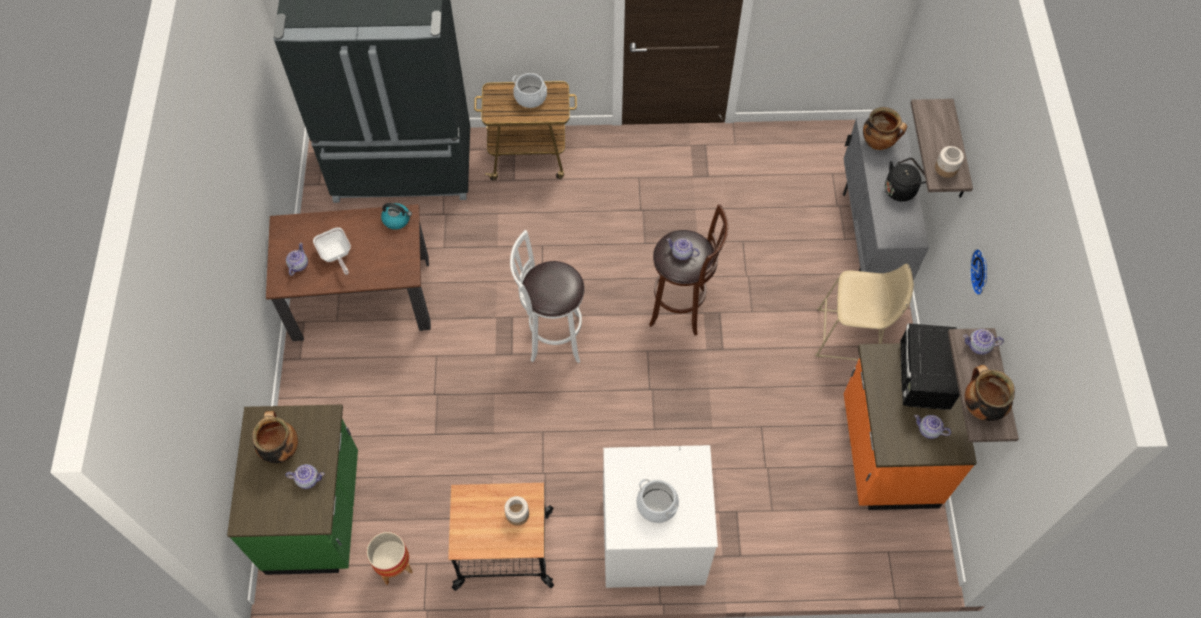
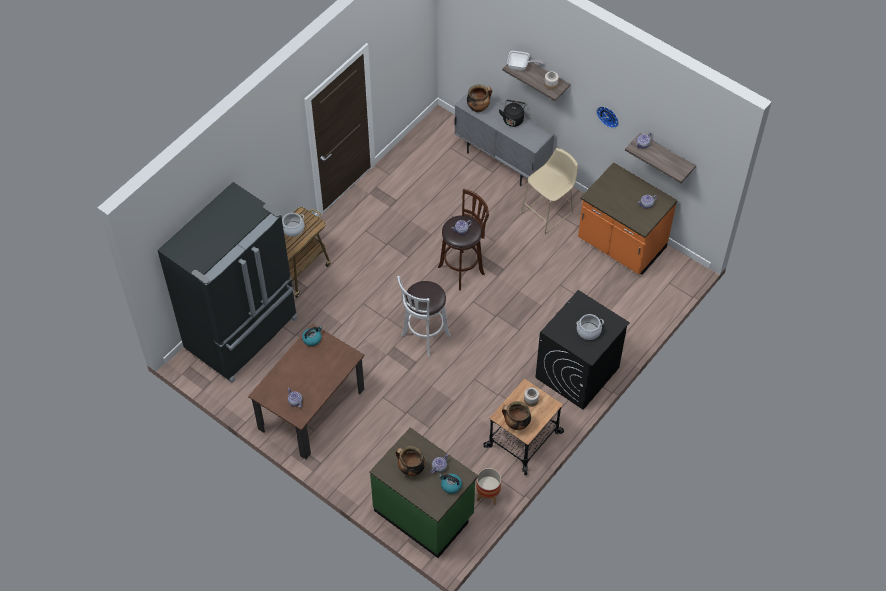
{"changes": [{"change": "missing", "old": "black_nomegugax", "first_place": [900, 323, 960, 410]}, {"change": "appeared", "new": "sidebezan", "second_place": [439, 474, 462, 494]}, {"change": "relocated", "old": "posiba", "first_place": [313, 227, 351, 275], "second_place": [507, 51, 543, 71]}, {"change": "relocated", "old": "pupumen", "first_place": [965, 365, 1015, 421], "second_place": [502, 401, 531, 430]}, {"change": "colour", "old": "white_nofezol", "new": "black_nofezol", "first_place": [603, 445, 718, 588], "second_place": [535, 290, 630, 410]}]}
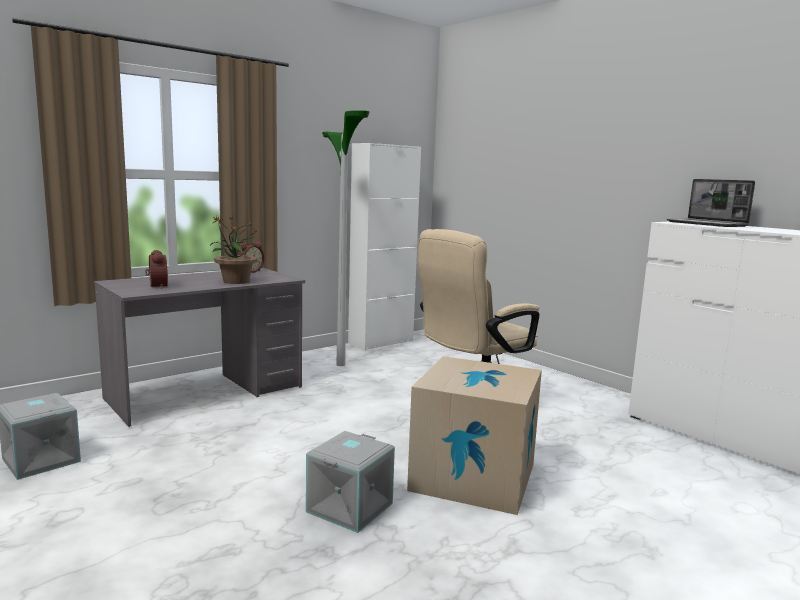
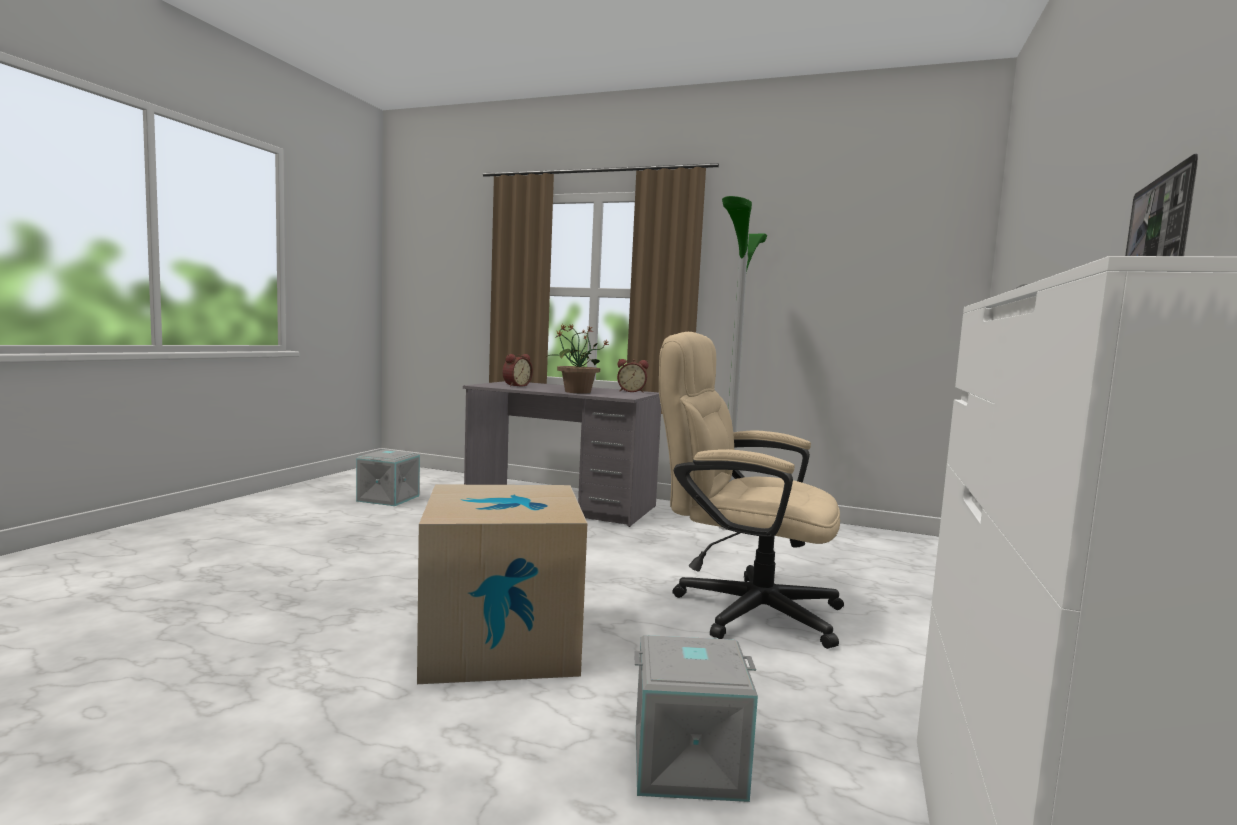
{"changes": [{"change": "missing", "old": "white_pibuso", "first_place": [348, 143, 421, 351]}, {"change": "relocated", "old": "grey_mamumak", "first_place": [306, 431, 395, 533], "second_place": [634, 635, 758, 802]}]}
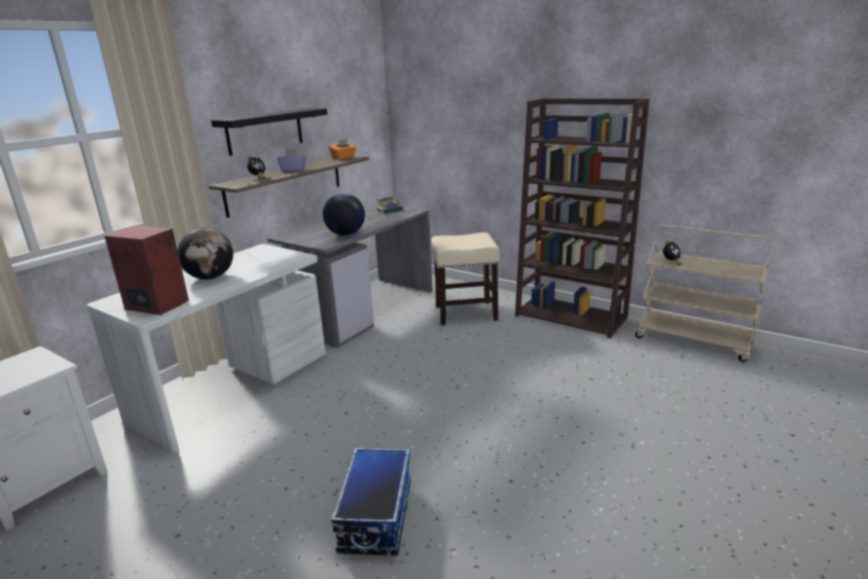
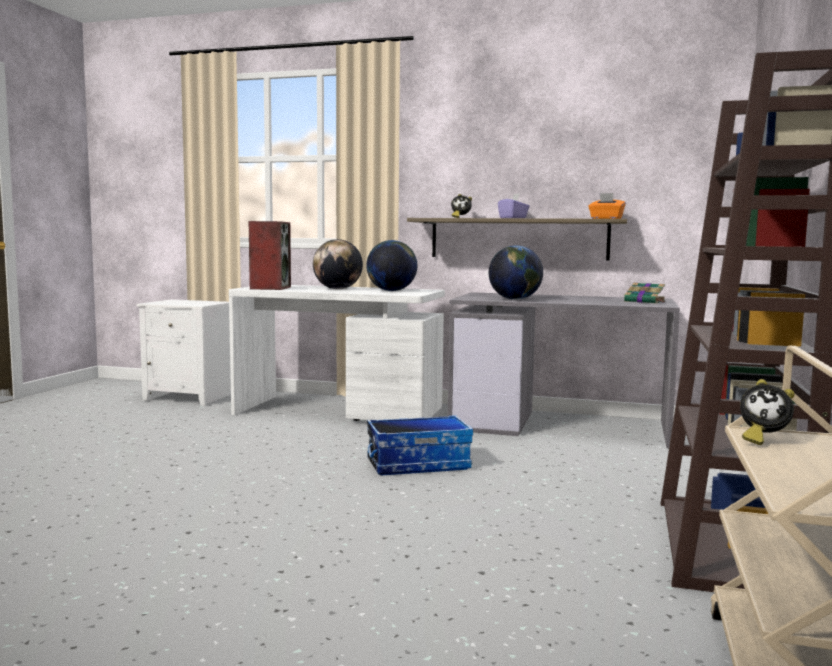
{"changes": [{"change": "missing", "old": "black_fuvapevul", "first_place": [211, 108, 327, 156]}, {"change": "missing", "old": "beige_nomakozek", "first_place": [431, 232, 500, 325]}, {"change": "appeared", "new": "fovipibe", "second_place": [366, 240, 417, 291]}, {"change": "relocated", "old": "mamumak", "first_place": [331, 448, 411, 556], "second_place": [367, 415, 473, 475]}]}
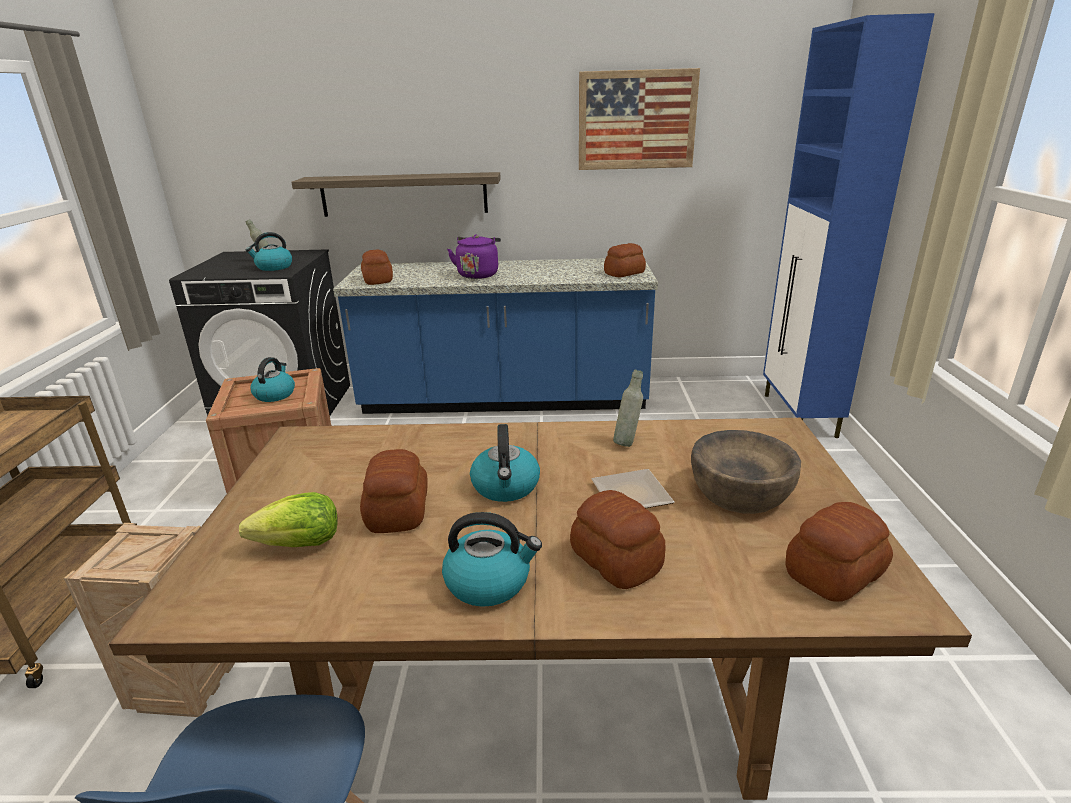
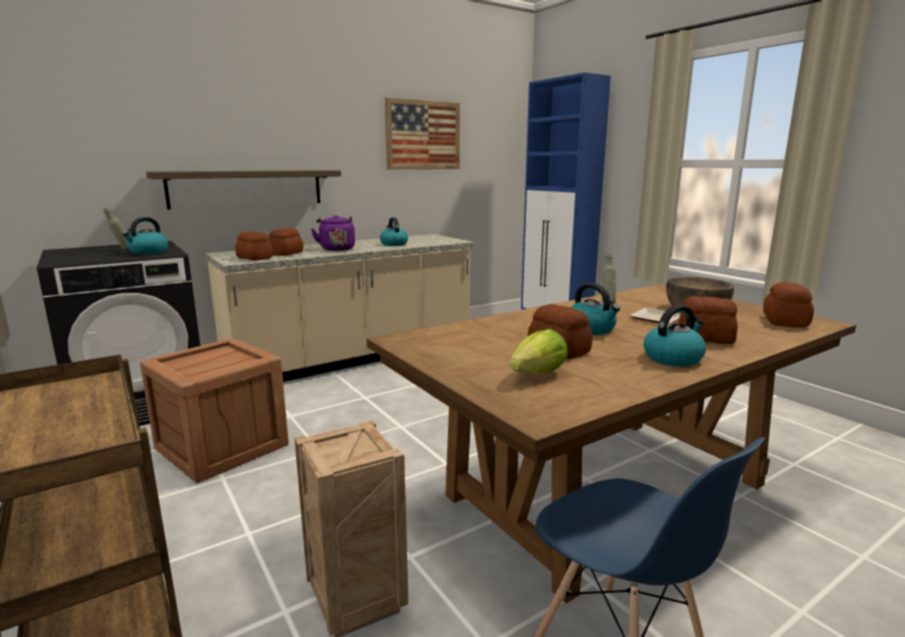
{"changes": [{"change": "relocated", "old": "sidebezan", "first_place": [250, 357, 295, 402], "second_place": [380, 217, 408, 246]}, {"change": "relocated", "old": "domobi", "first_place": [604, 243, 646, 278], "second_place": [269, 228, 304, 256]}, {"change": "colour", "old": "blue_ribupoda", "new": "beige_ribupoda", "first_place": [333, 258, 658, 414], "second_place": [205, 234, 474, 382]}]}
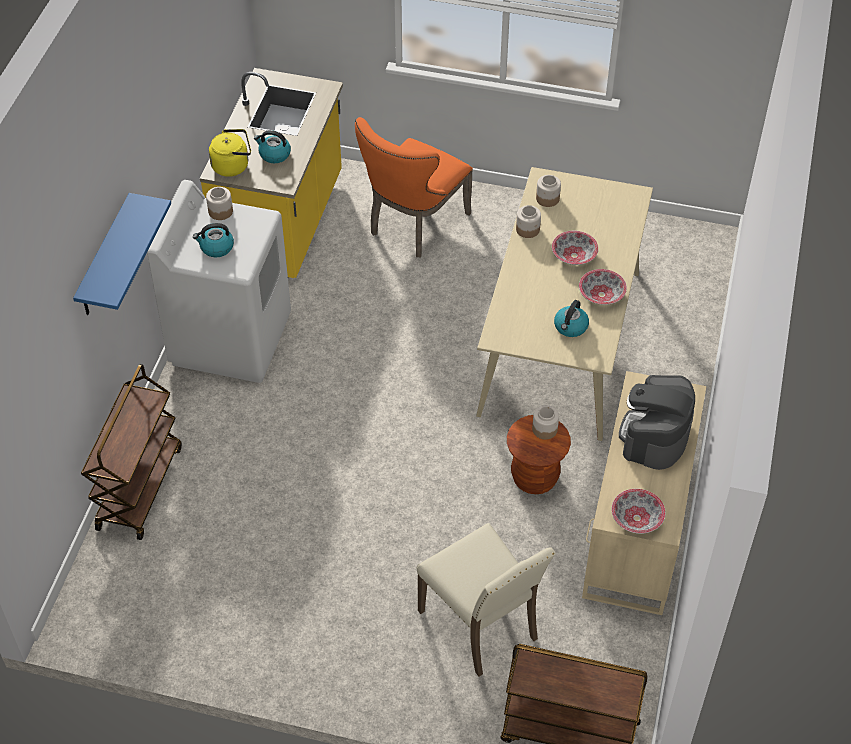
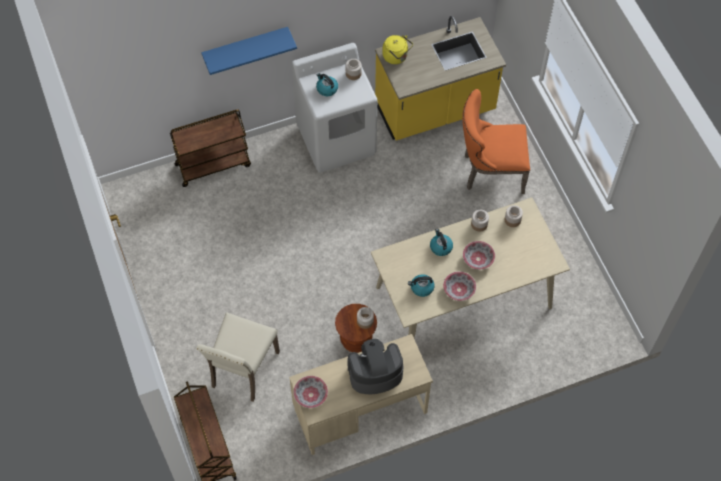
{"changes": [{"change": "relocated", "old": "sidebezan", "first_place": [254, 130, 291, 163], "second_place": [430, 229, 453, 256]}]}
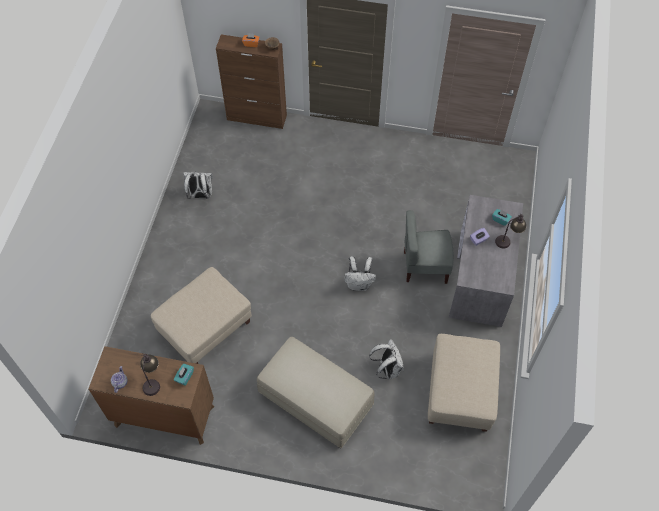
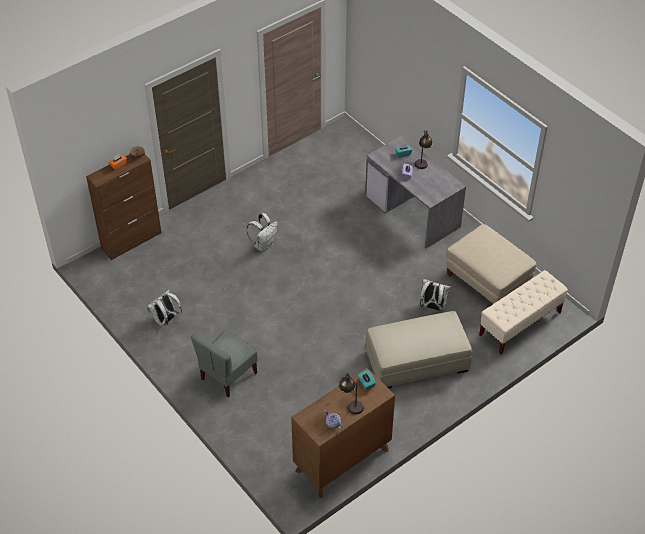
{"changes": [{"change": "missing", "old": "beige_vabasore", "first_place": [151, 267, 252, 364]}, {"change": "appeared", "new": "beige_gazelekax", "second_place": [479, 270, 568, 354]}, {"change": "relocated", "old": "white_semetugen", "first_place": [344, 256, 376, 291], "second_place": [246, 213, 278, 252]}, {"change": "relocated", "old": "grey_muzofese", "first_place": [404, 210, 454, 284], "second_place": [191, 331, 258, 398]}]}
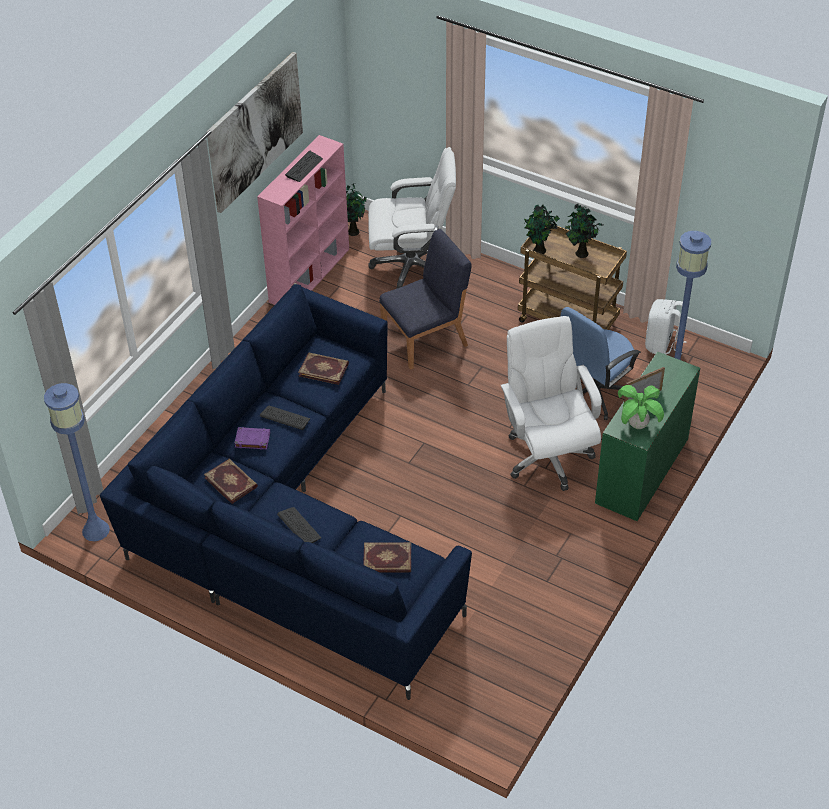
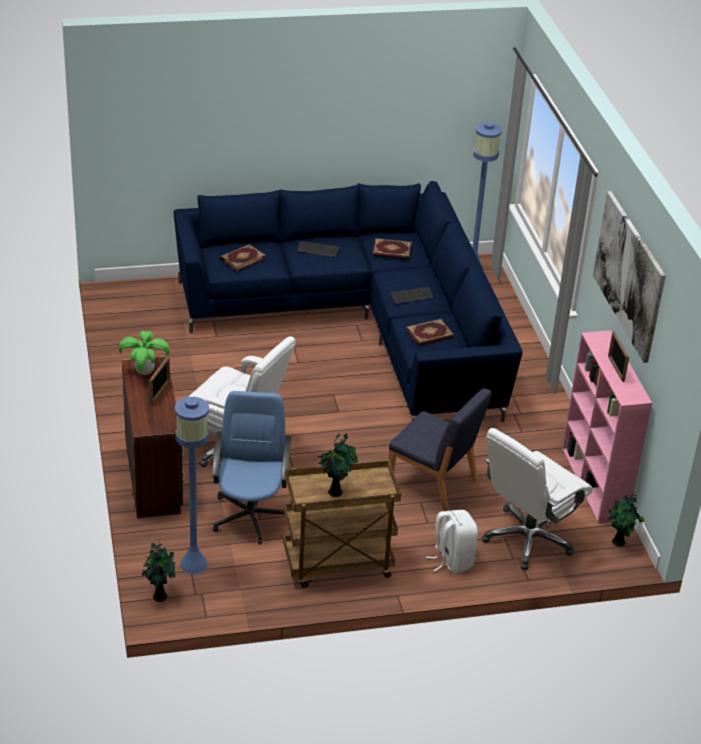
{"changes": [{"change": "missing", "old": "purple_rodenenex", "first_place": [234, 427, 270, 449]}, {"change": "relocated", "old": "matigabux", "first_place": [524, 205, 560, 254], "second_place": [141, 539, 175, 602]}, {"change": "relocated", "old": "white_semetugen", "first_place": [645, 299, 686, 355], "second_place": [426, 510, 478, 573]}, {"change": "exchanged", "old": "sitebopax", "new": "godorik", "first_place": [285, 151, 323, 182], "second_place": [608, 331, 629, 382]}, {"change": "colour", "old": "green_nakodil", "new": "brown_nakodil", "first_place": [595, 351, 700, 521], "second_place": [122, 356, 185, 518]}, {"change": "spun", "old": "blue_muzofese", "first_place": [379, 229, 472, 370], "second_place": [388, 388, 491, 511], "degrees": -75}]}
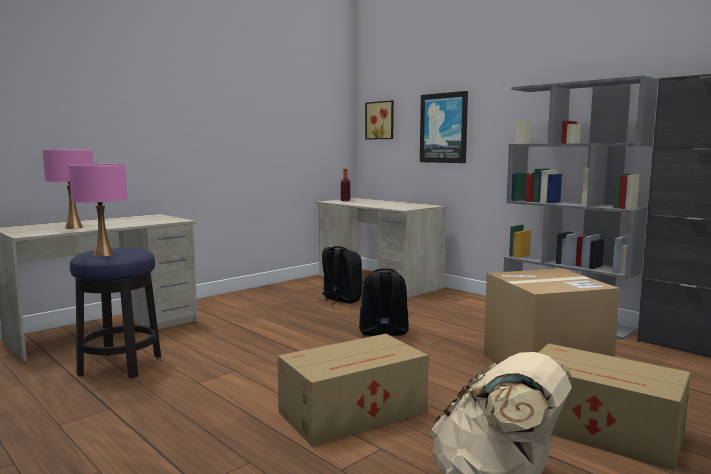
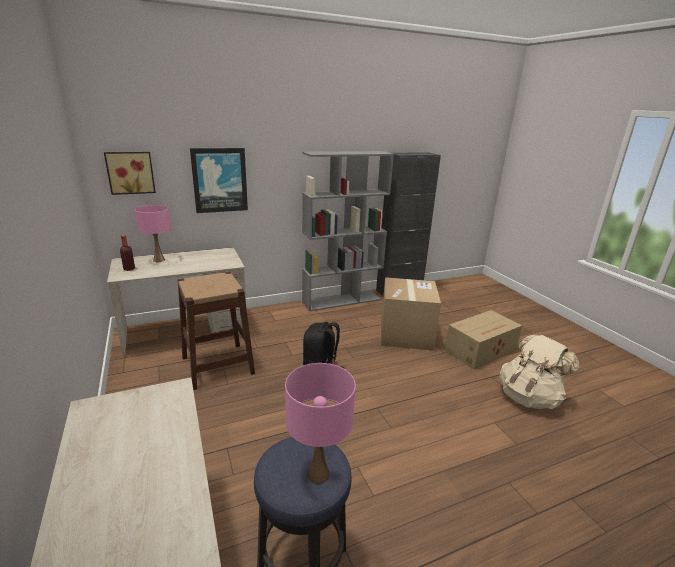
{"changes": [{"change": "missing", "old": "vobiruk", "first_place": [277, 334, 429, 447]}, {"change": "relocated", "old": "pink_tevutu", "first_place": [43, 150, 93, 229], "second_place": [134, 205, 171, 262]}, {"change": "exchanged", "old": "black_semetugen", "new": "brown_nomakozek", "first_place": [318, 246, 362, 305], "second_place": [177, 272, 255, 390]}]}
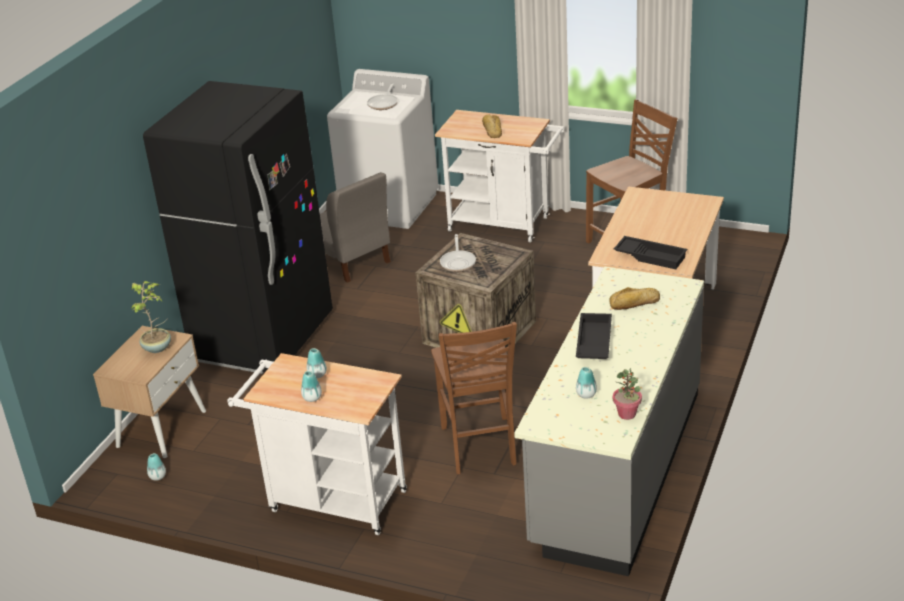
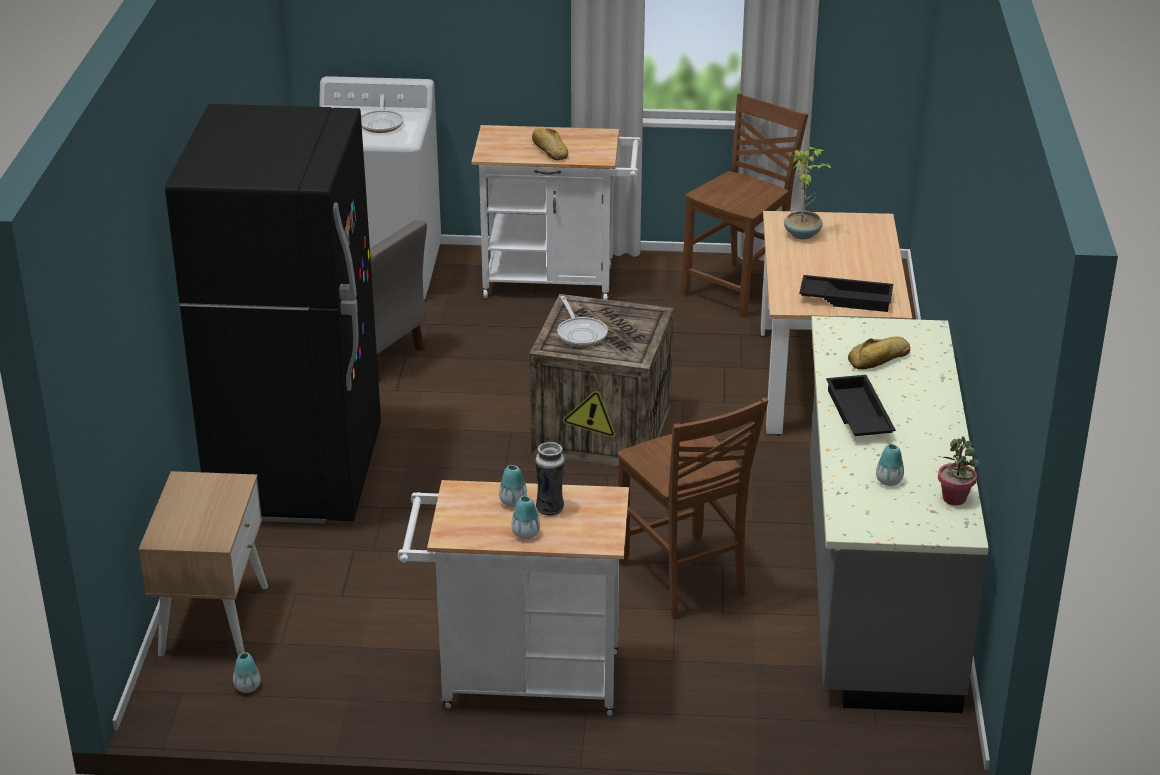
{"changes": [{"change": "appeared", "new": "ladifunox", "second_place": [535, 442, 565, 516]}, {"change": "relocated", "old": "matigabux", "first_place": [131, 281, 171, 353], "second_place": [784, 147, 834, 239]}]}
